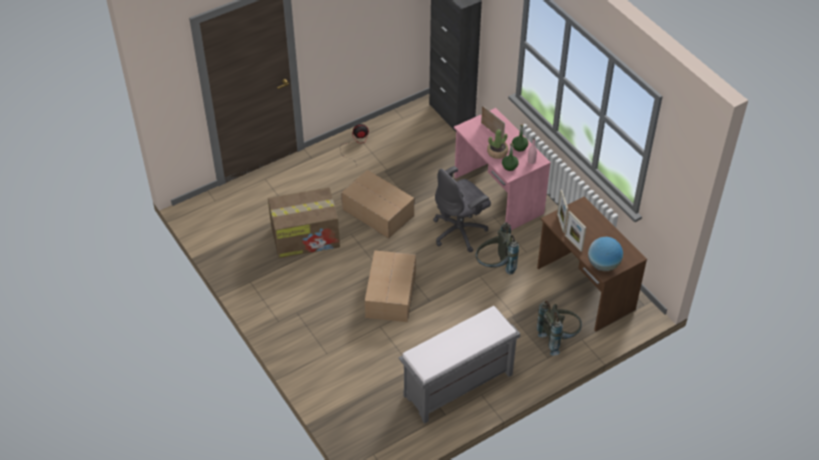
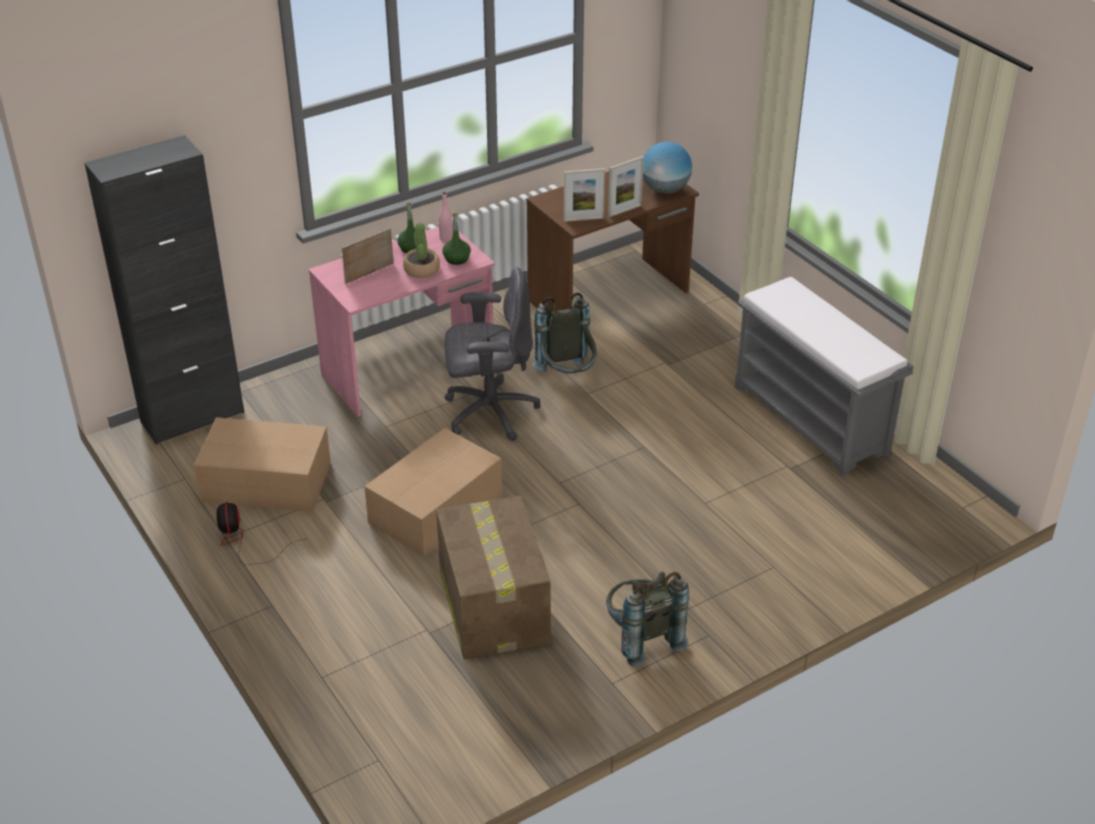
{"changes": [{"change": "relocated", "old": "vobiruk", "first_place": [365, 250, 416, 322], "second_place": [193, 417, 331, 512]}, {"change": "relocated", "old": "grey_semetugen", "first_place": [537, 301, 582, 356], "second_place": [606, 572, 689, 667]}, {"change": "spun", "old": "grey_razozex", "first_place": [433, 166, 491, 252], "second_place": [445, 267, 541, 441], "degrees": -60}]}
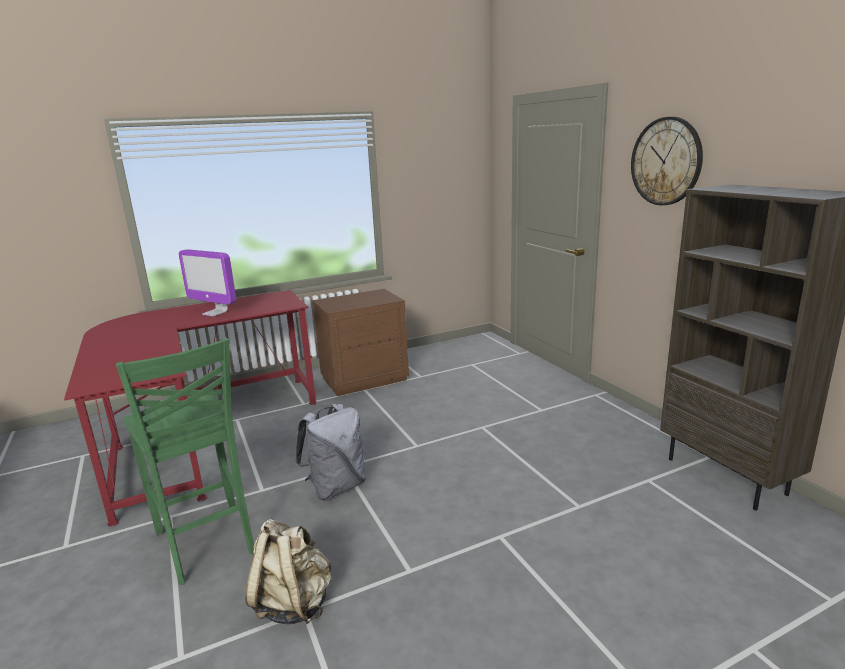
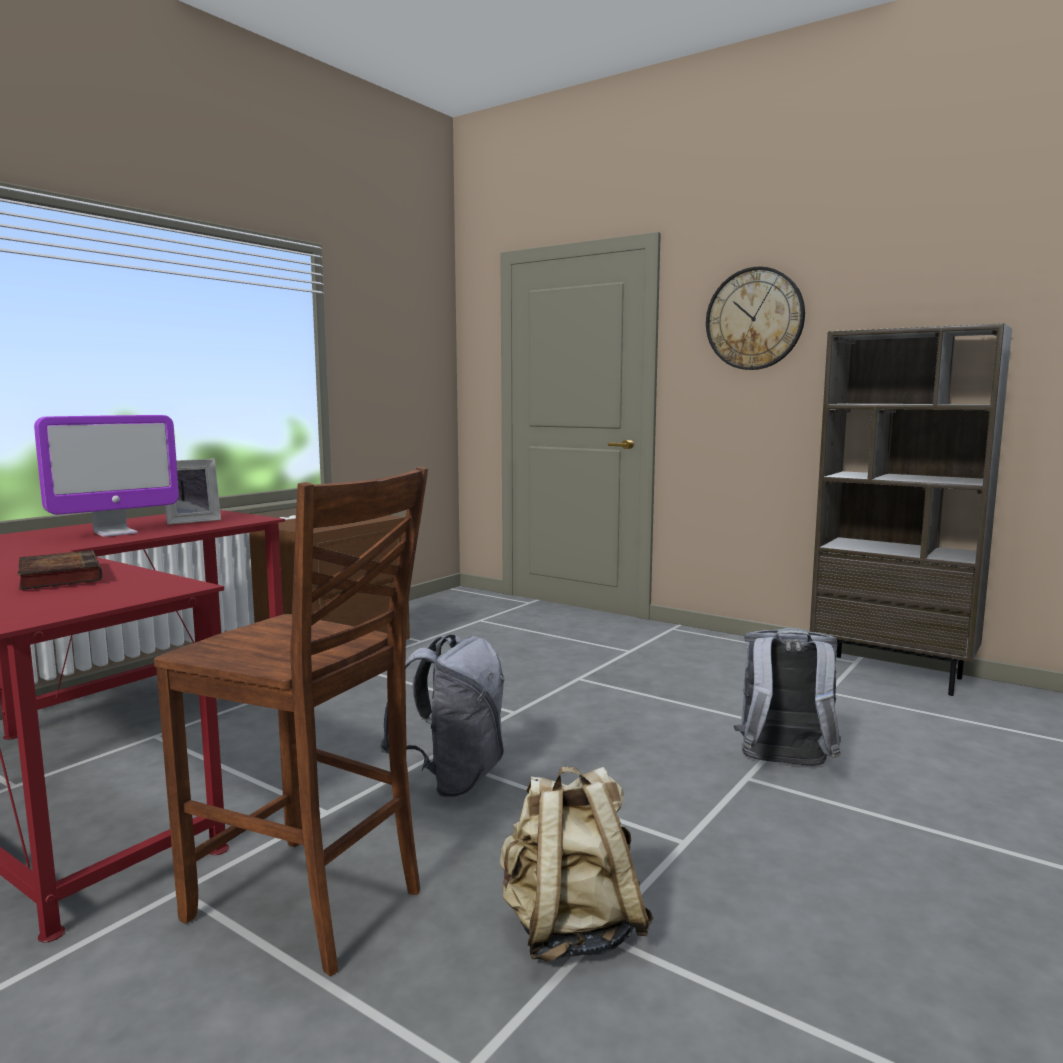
{"changes": [{"change": "appeared", "new": "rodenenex", "second_place": [18, 550, 102, 590]}, {"change": "appeared", "new": "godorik", "second_place": [165, 459, 221, 525]}, {"change": "appeared", "new": "grey_semetugen", "second_place": [734, 628, 841, 766]}, {"change": "colour", "old": "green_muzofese", "new": "brown_muzofese", "first_place": [116, 338, 254, 585], "second_place": [154, 467, 428, 976]}, {"change": "spun", "old": "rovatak", "first_place": [179, 249, 236, 317], "second_place": [34, 415, 179, 537], "degrees": -45}]}
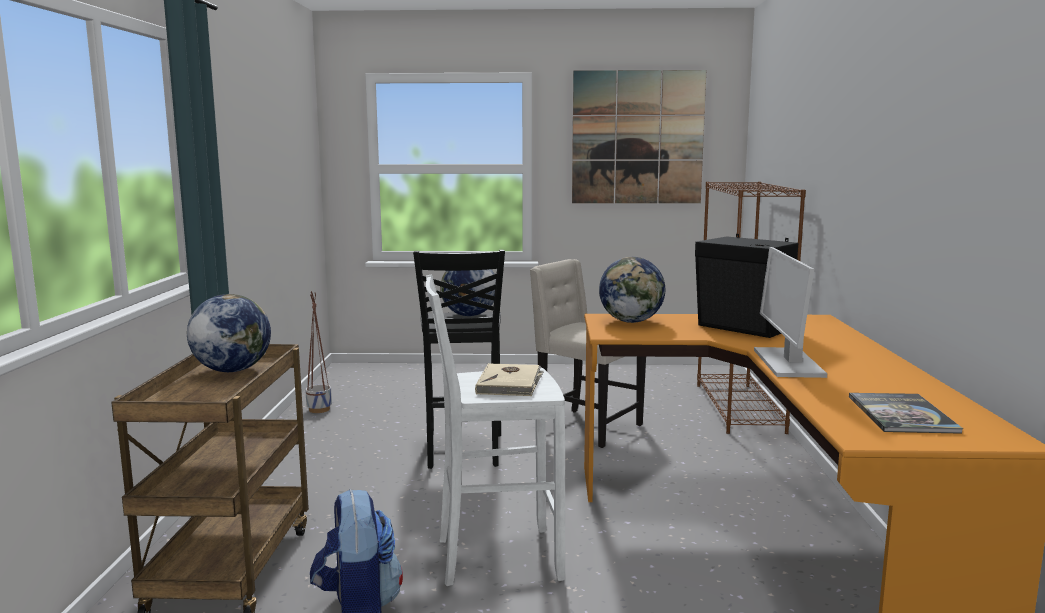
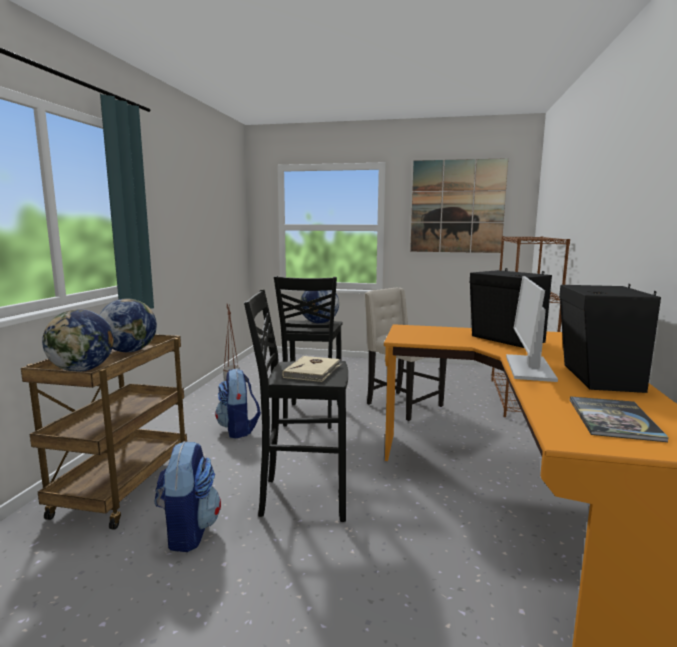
{"changes": [{"change": "appeared", "new": "semetugen", "second_place": [215, 369, 261, 439]}, {"change": "appeared", "new": "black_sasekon", "second_place": [559, 284, 661, 393]}, {"change": "relocated", "old": "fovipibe", "first_place": [599, 257, 665, 323], "second_place": [42, 309, 114, 372]}, {"change": "colour", "old": "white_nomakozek", "new": "black_nomakozek", "first_place": [426, 275, 565, 586], "second_place": [244, 290, 348, 522]}]}
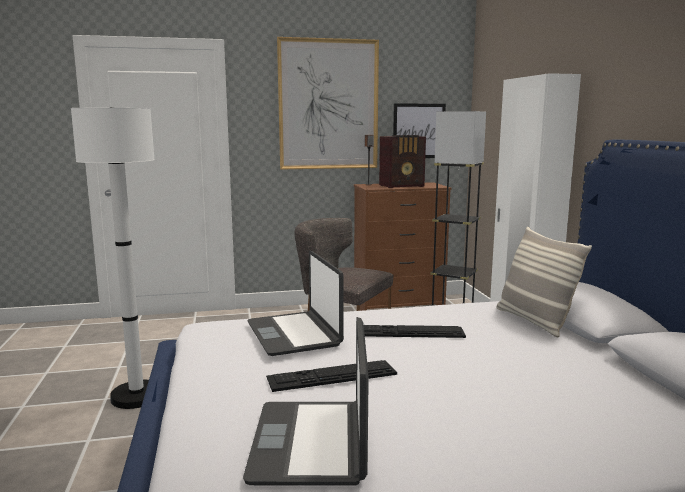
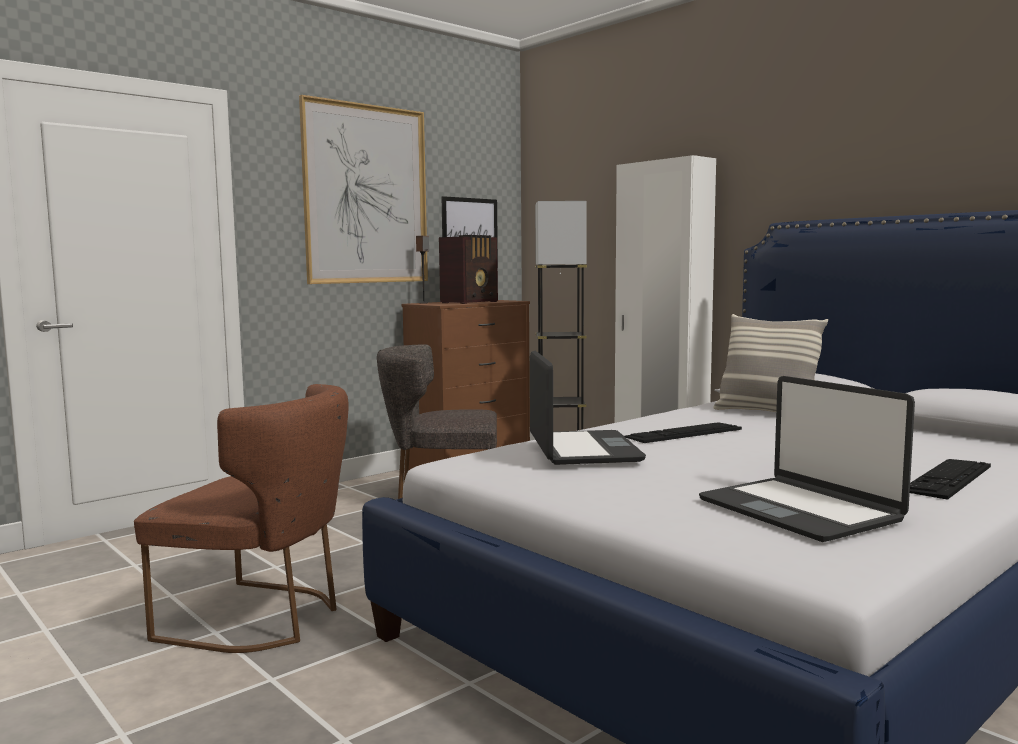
{"changes": [{"change": "relocated", "old": "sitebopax", "first_place": [266, 360, 397, 392], "second_place": [910, 459, 991, 500]}, {"change": "exchanged", "old": "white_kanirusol", "new": "brown_muzofese", "first_place": [71, 107, 155, 409], "second_place": [134, 384, 349, 653]}, {"change": "spun", "old": "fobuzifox", "first_place": [248, 251, 344, 356], "second_place": [530, 350, 646, 465], "degrees": -135}]}
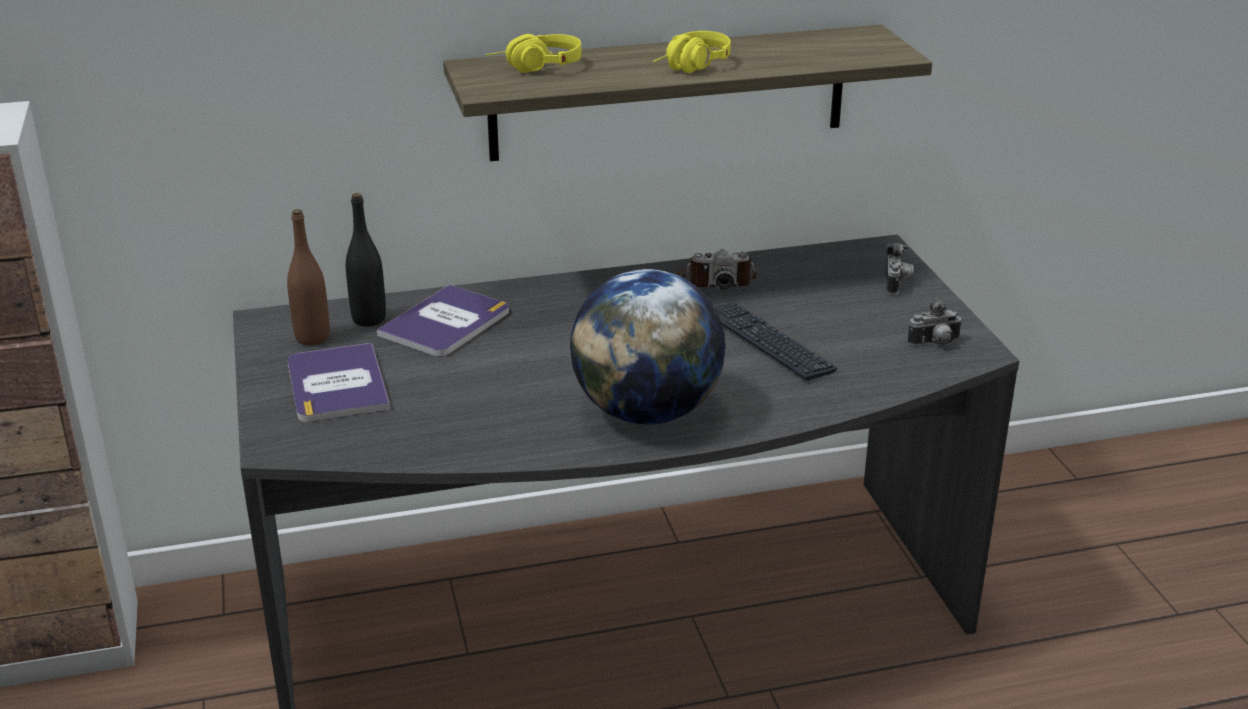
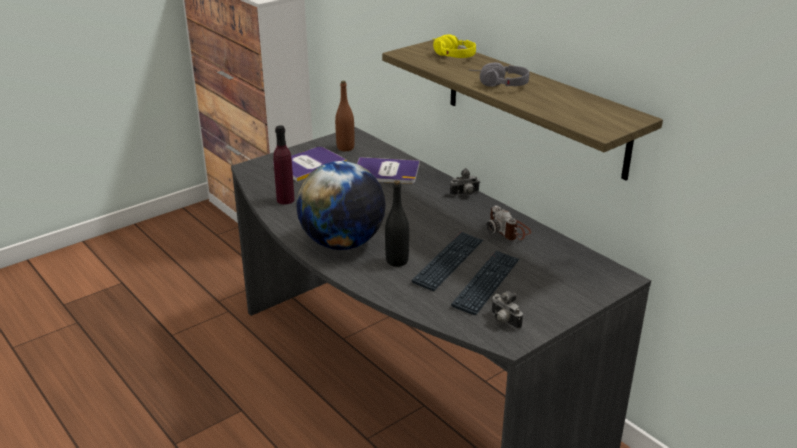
{"changes": [{"change": "appeared", "new": "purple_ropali", "second_place": [273, 125, 295, 204]}, {"change": "appeared", "new": "sitebopax", "second_place": [451, 251, 520, 315]}, {"change": "relocated", "old": "black_ropali", "first_place": [346, 193, 386, 327], "second_place": [385, 180, 409, 267]}, {"change": "relocated", "old": "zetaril", "first_place": [886, 243, 913, 294], "second_place": [450, 168, 480, 196]}, {"change": "colour", "old": "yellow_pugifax", "new": "grey_pugifax", "first_place": [653, 31, 731, 73], "second_place": [469, 62, 529, 87]}]}
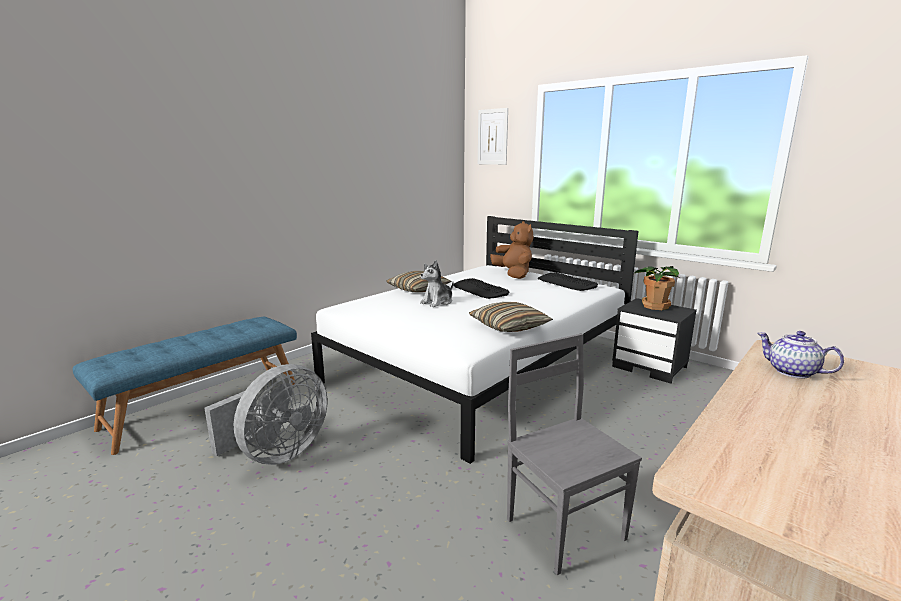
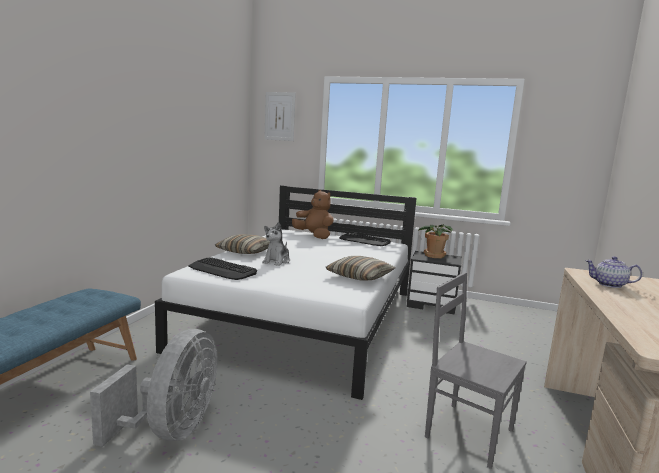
{"changes": [{"change": "relocated", "old": "sitebopax", "first_place": [453, 278, 510, 299], "second_place": [188, 257, 257, 280]}]}
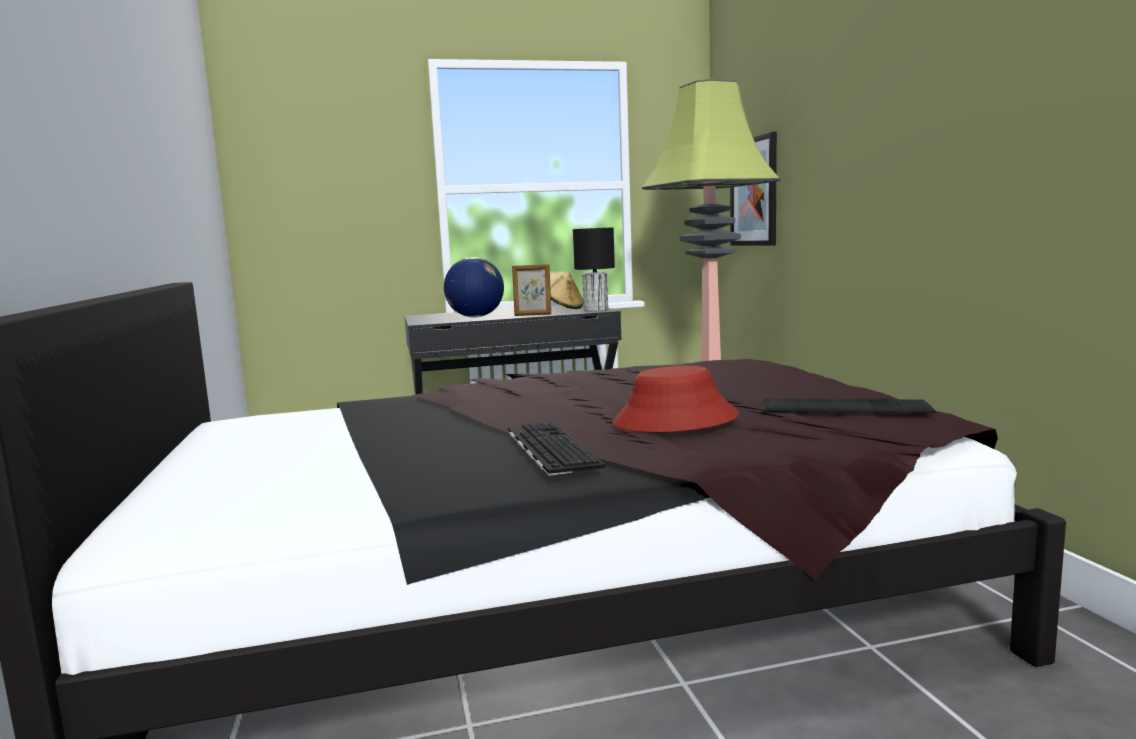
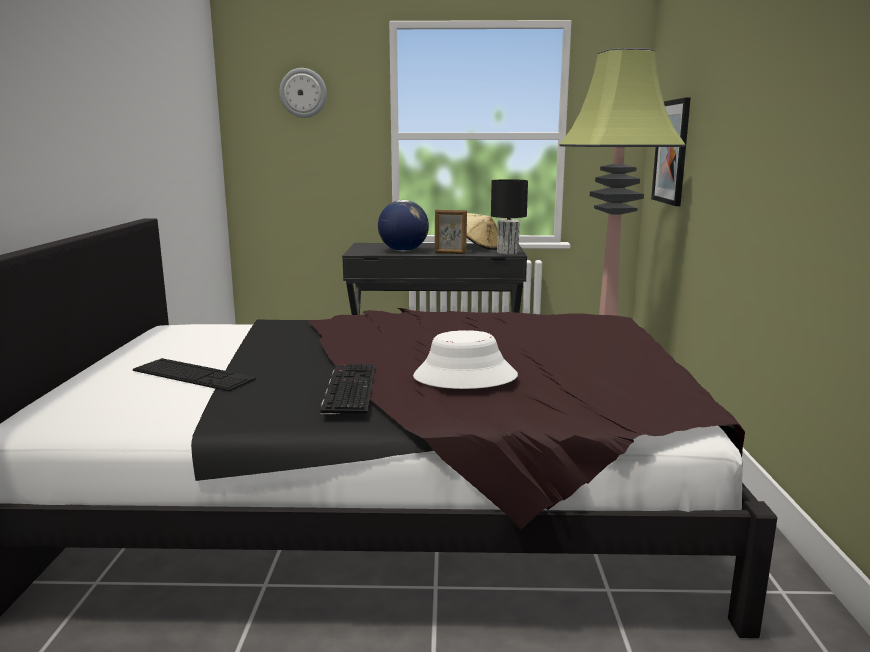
{"changes": [{"change": "appeared", "new": "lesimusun", "second_place": [279, 68, 327, 118]}, {"change": "relocated", "old": "sitebopax", "first_place": [762, 398, 936, 413], "second_place": [133, 358, 256, 391]}, {"change": "colour", "old": "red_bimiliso", "new": "white_bimiliso", "first_place": [612, 366, 739, 432], "second_place": [413, 330, 518, 389]}]}
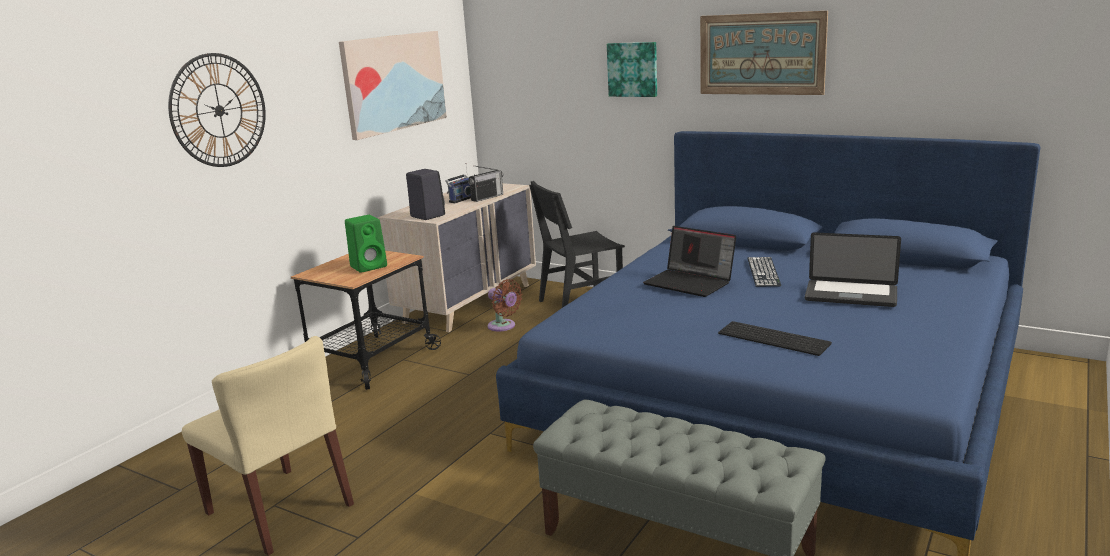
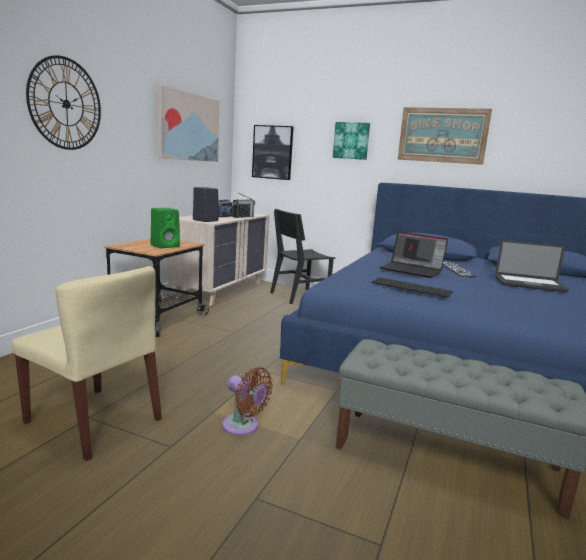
{"changes": [{"change": "appeared", "new": "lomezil", "second_place": [252, 125, 293, 180]}, {"change": "relocated", "old": "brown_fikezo", "first_place": [488, 279, 522, 331], "second_place": [222, 367, 273, 436]}, {"change": "relocated", "old": "sitebopax", "first_place": [718, 321, 832, 356], "second_place": [372, 277, 453, 298]}]}
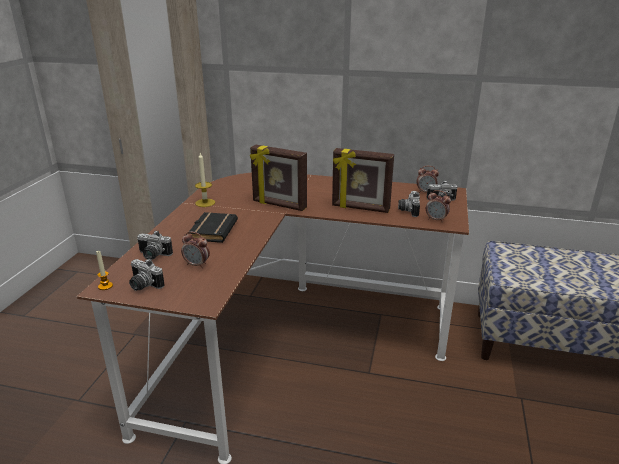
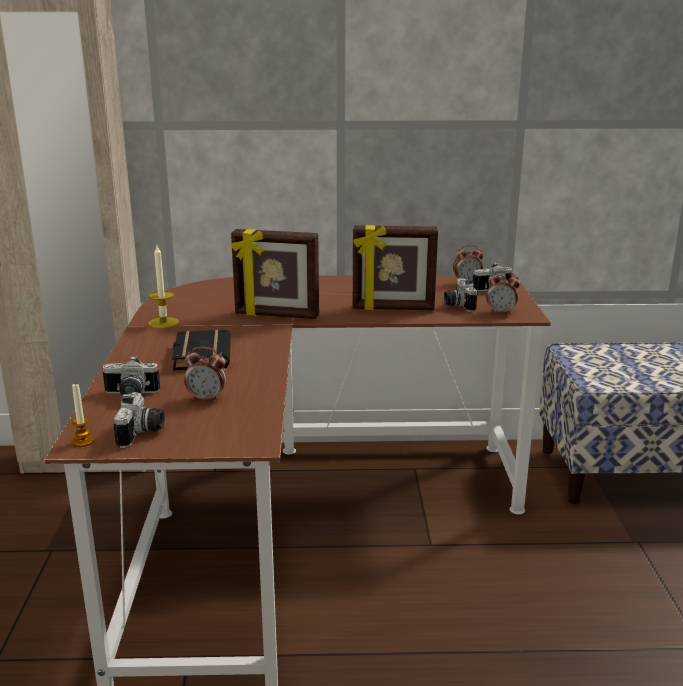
{"changes": [{"change": "spun", "old": "zetaril", "first_place": [129, 259, 164, 291], "second_place": [114, 392, 165, 448], "degrees": -105}]}
